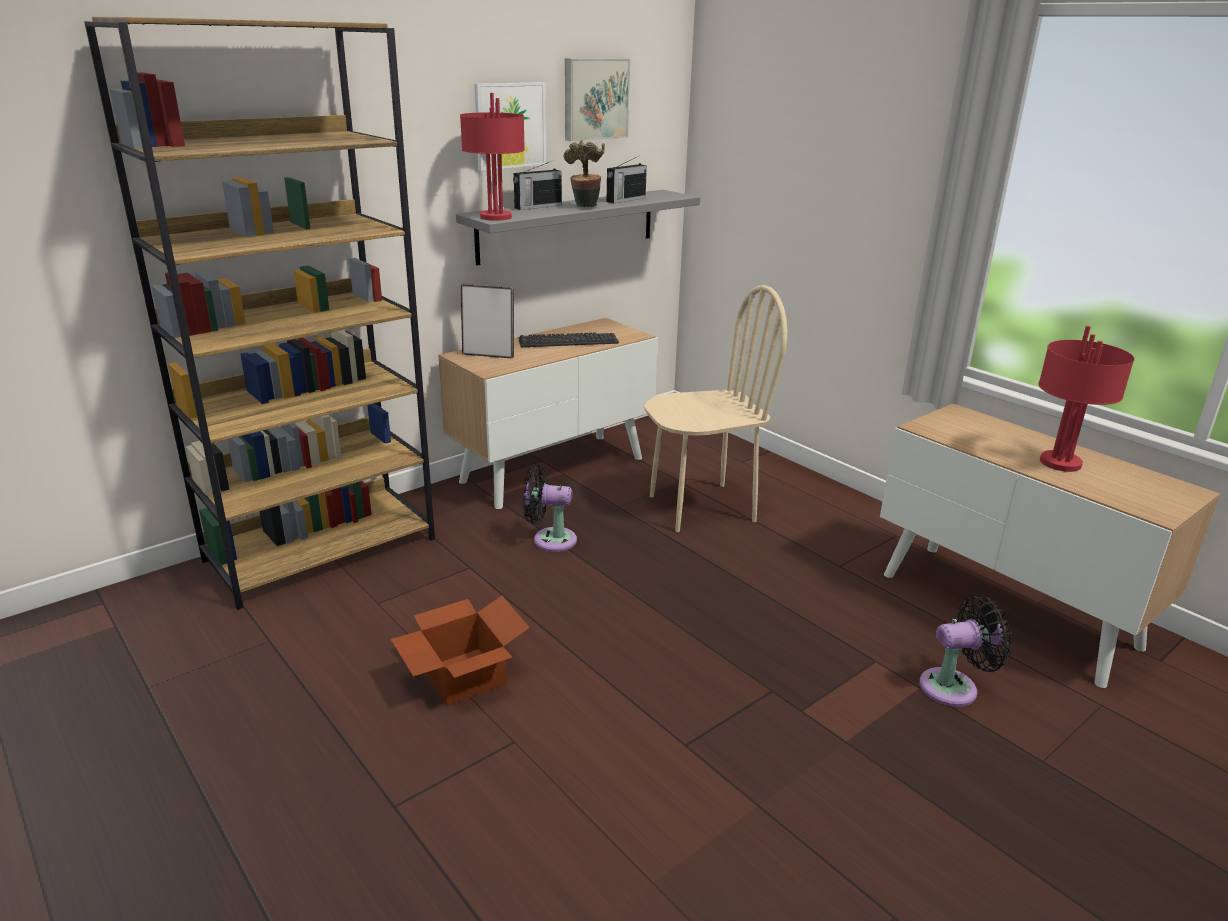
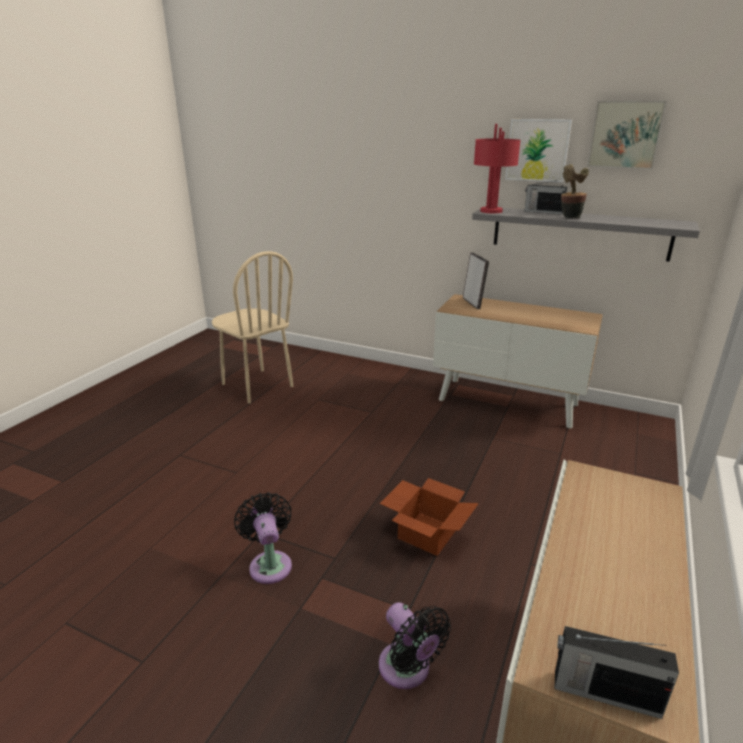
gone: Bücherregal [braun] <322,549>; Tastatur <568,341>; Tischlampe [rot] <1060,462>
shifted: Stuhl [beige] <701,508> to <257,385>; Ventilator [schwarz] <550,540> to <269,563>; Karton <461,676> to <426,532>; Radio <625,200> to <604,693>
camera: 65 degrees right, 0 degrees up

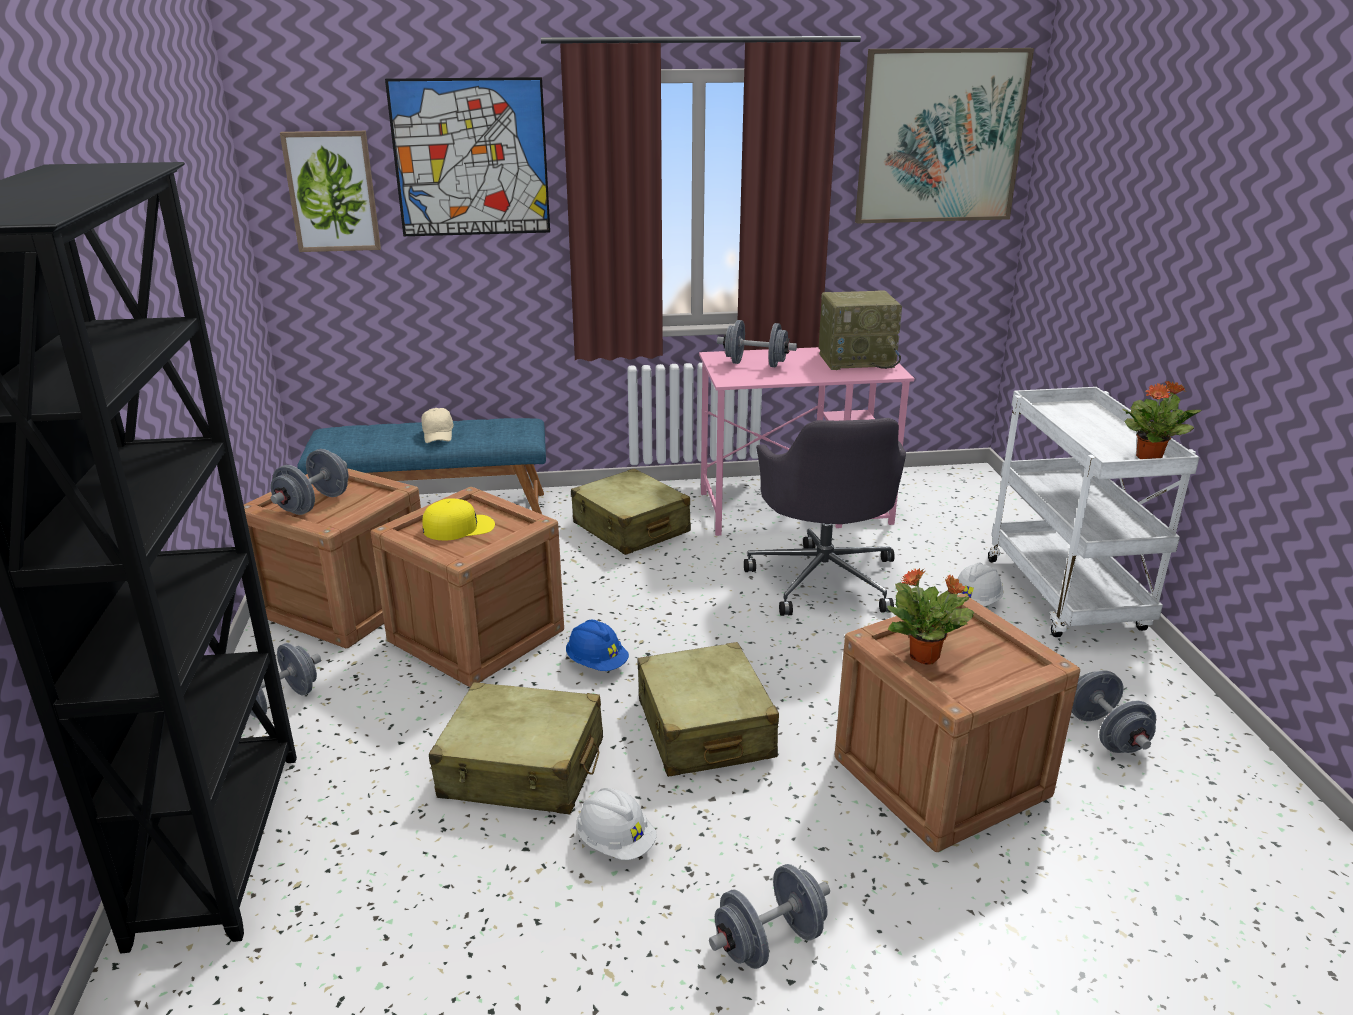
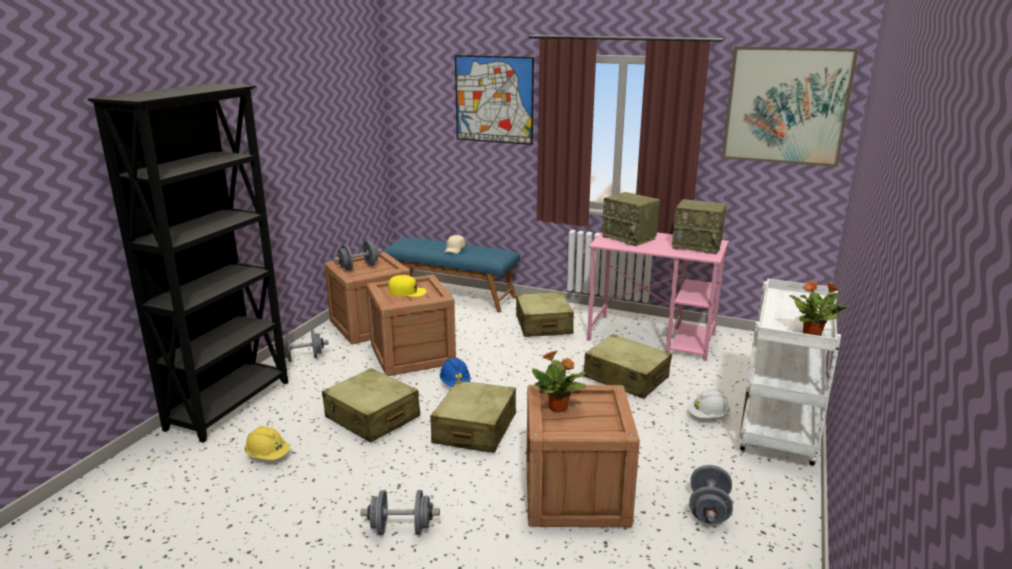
gone: Bild <332,191>; Schutzhelm [weiß] <615,842>
new: Schutzhelm [gelb] <268,456>
swapped: Bürostuhl [grau] <824,578> to Koffer [beige] <626,378>; Hantel [grau] <755,364> to Radio <630,238>
camera: 30 degrees right, 5 degrees down

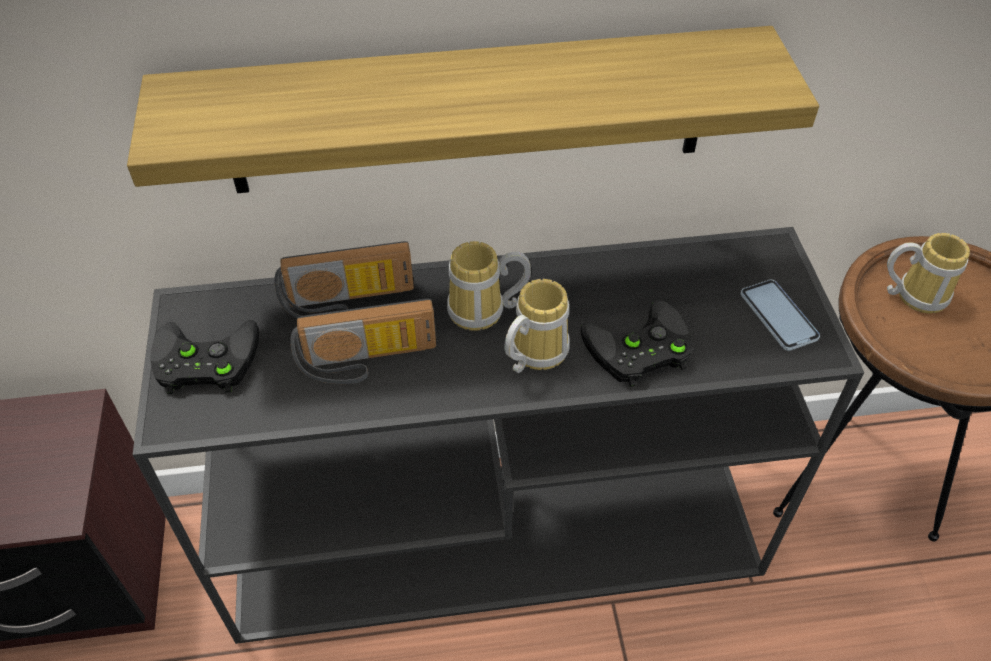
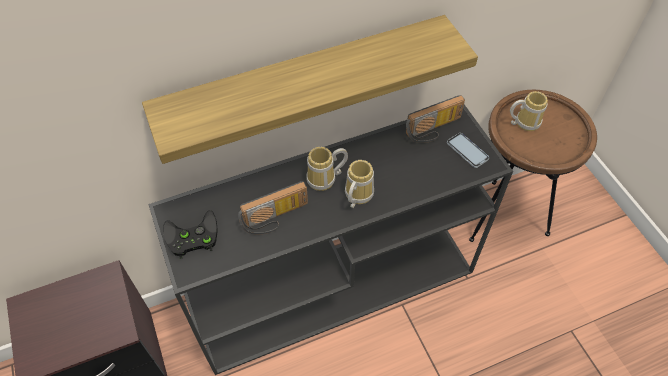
gone: Gamepad [schwarz] <637,351>
shifted: Radio <348,303> to <434,130>
camera: 15 degrees left, 5 degrees up

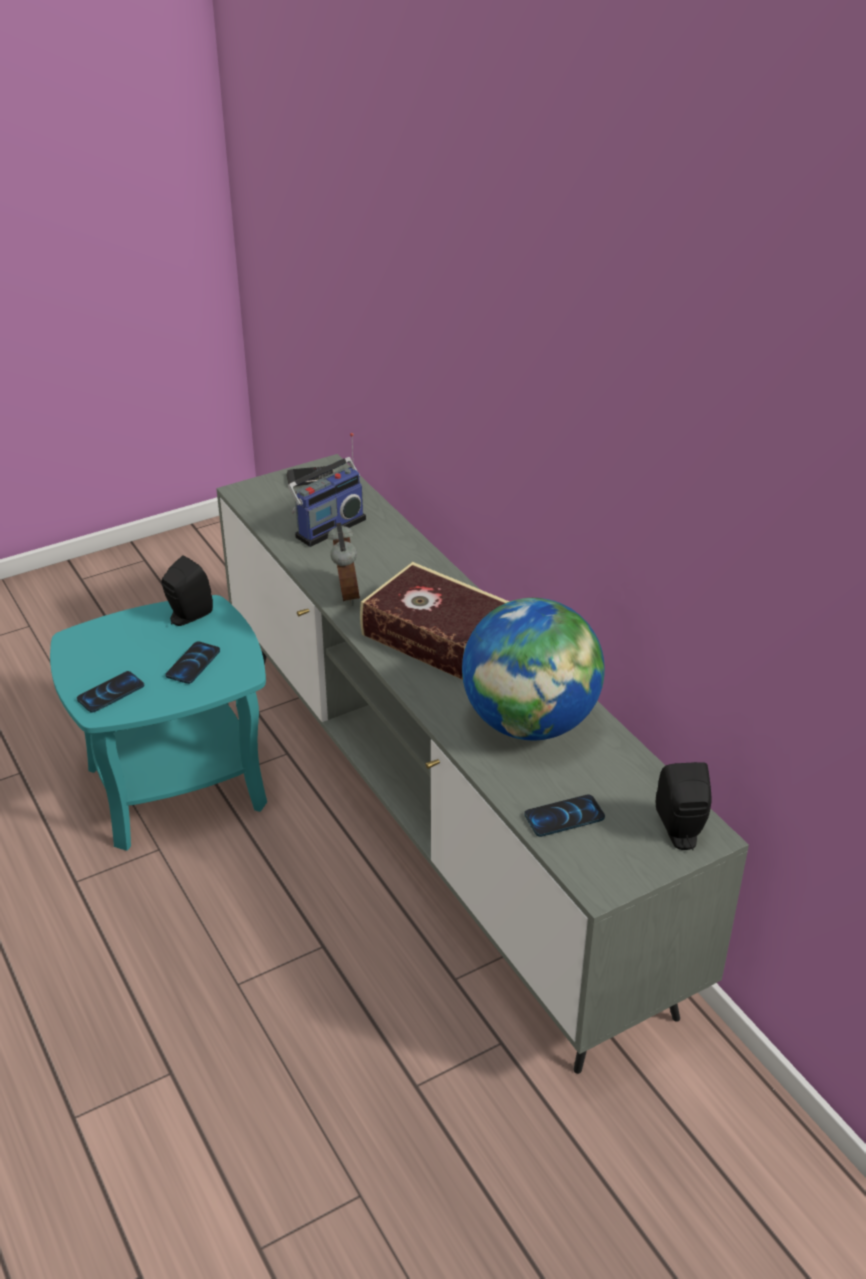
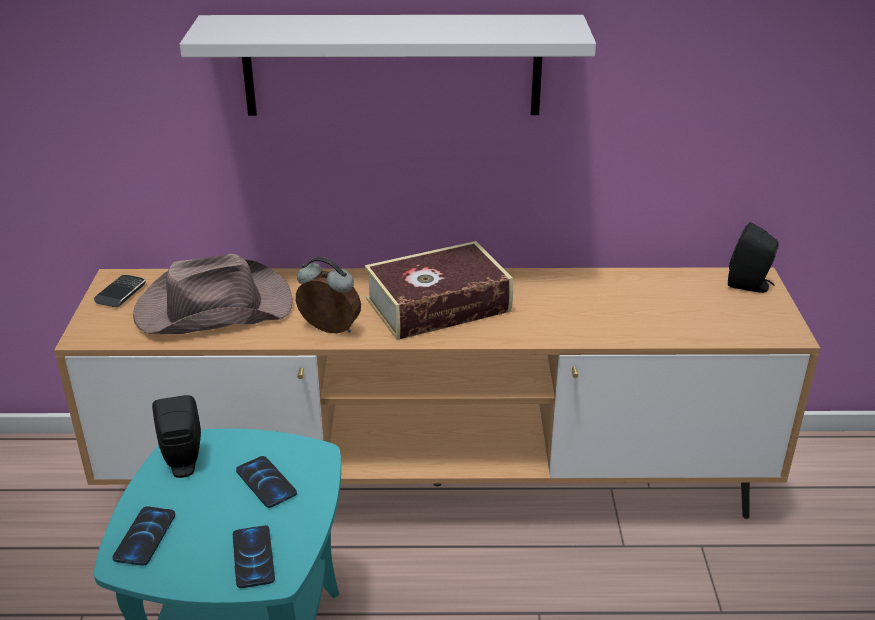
gone: Globus <530,723>
new: Wandregal [weiß] <392,65>
shifted: Handy <564,817> to <145,537>
swapped: Radio <328,527> to Hut [braun] <212,308>
repainted: Fernsehschrank [grau] <436,815> to Fernsehschrank [braun] <437,484>
camera: 60 degrees left, 5 degrees down

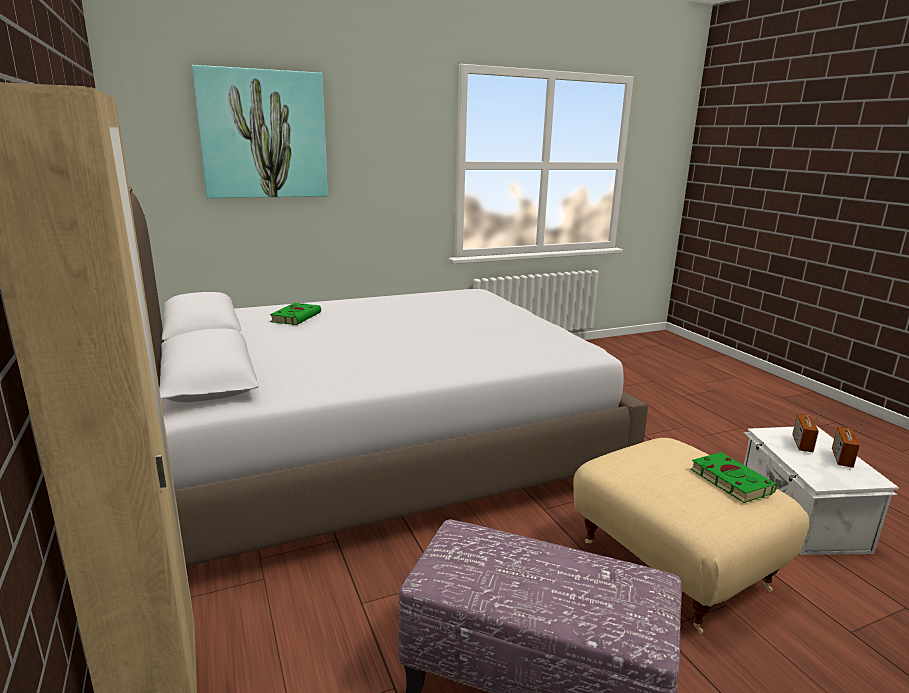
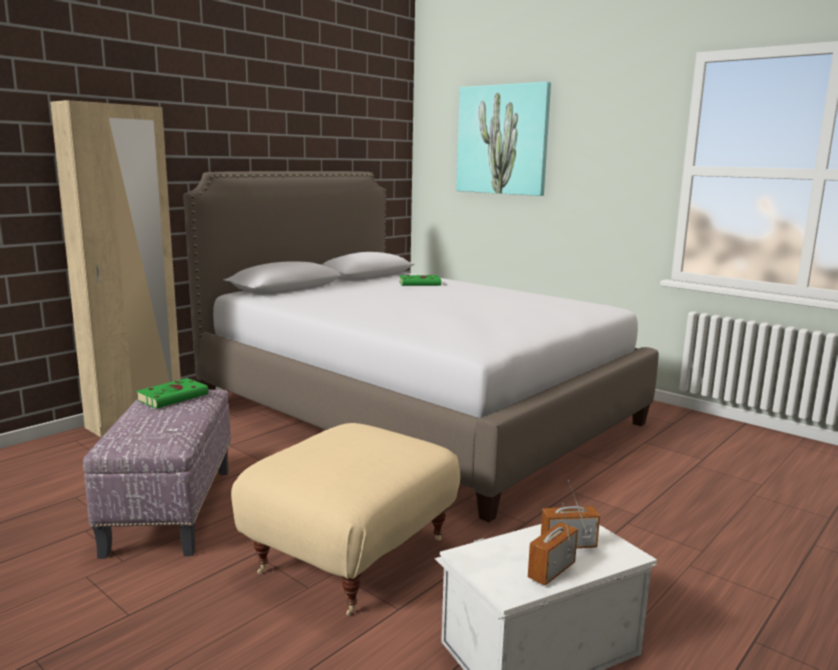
shifted: Buch [grün] <728,480> to <174,397>
rotated: Radio <841,458> = <551,571> 45 degrees counterclockwise
camera: 65 degrees right, 5 degrees down

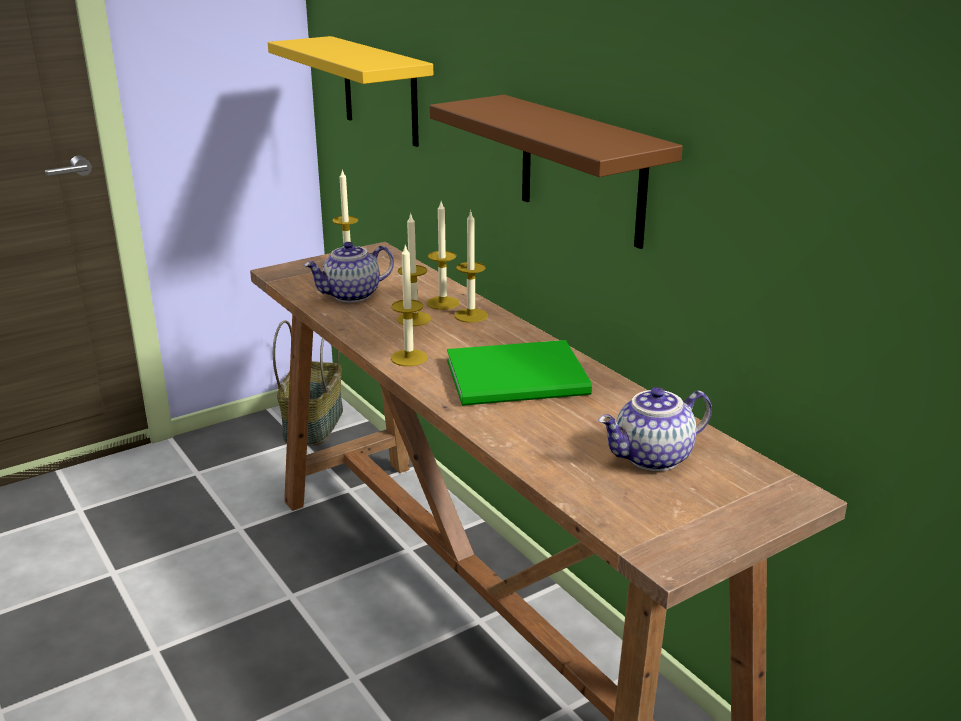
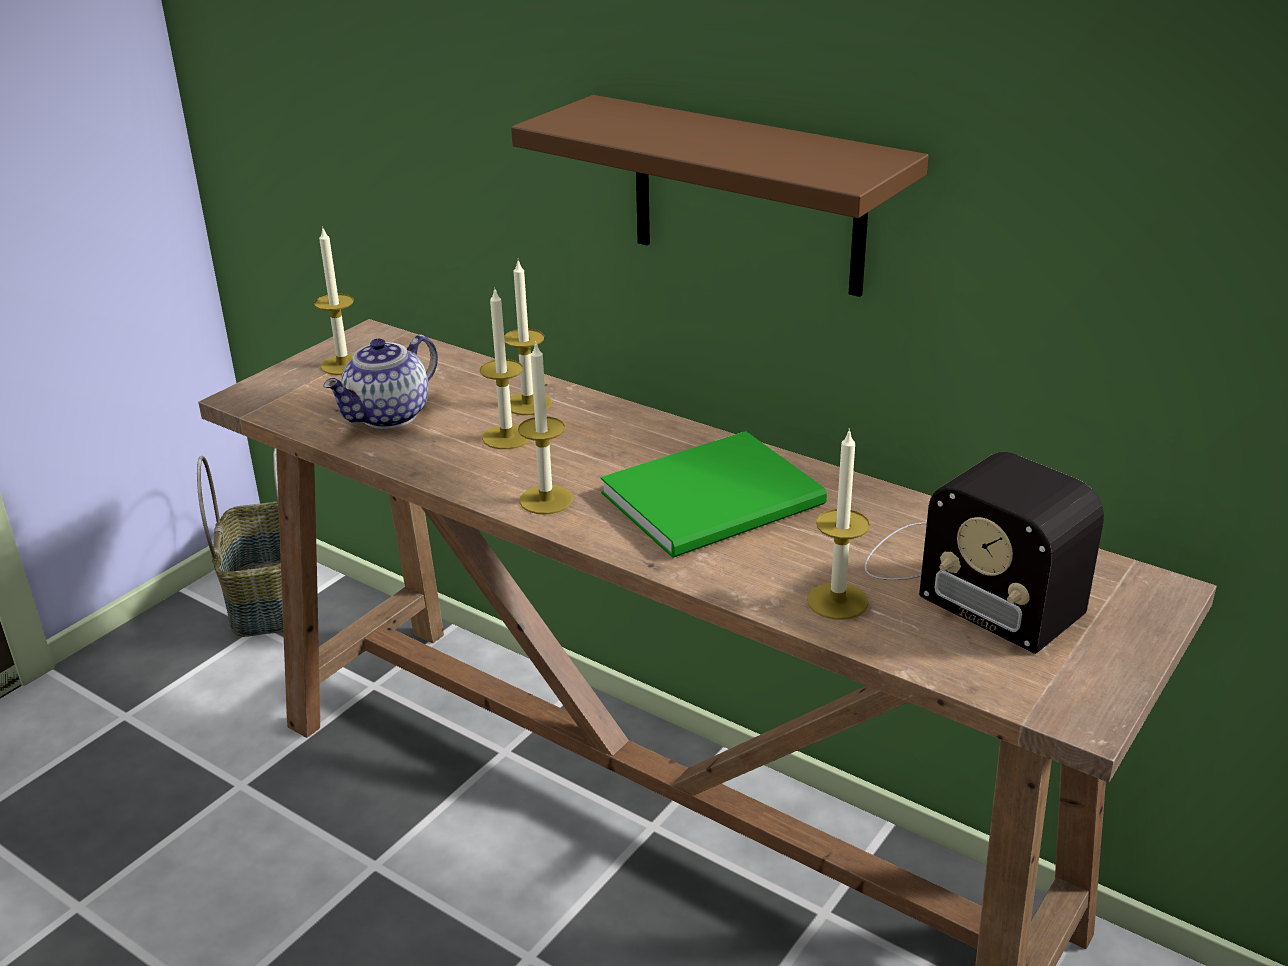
gone: Wandregal [gelb] <380,91>
shifted: Kerze <471,315> to <837,601>
swapped: Teekanne <653,458> to Radio <965,579>
camera: 20 degrees left, 5 degrees up

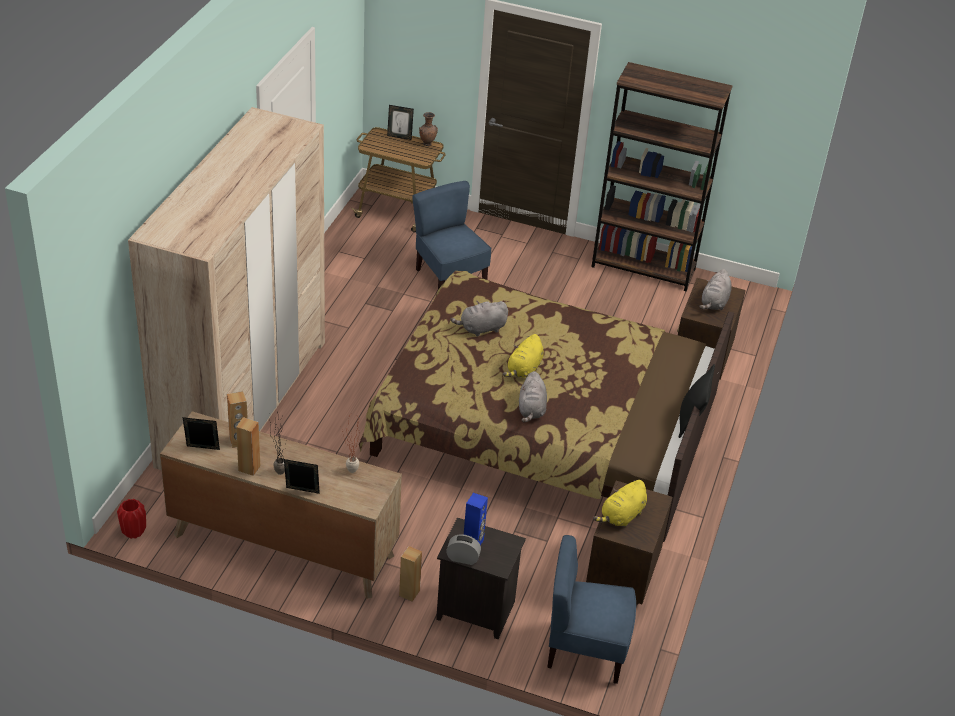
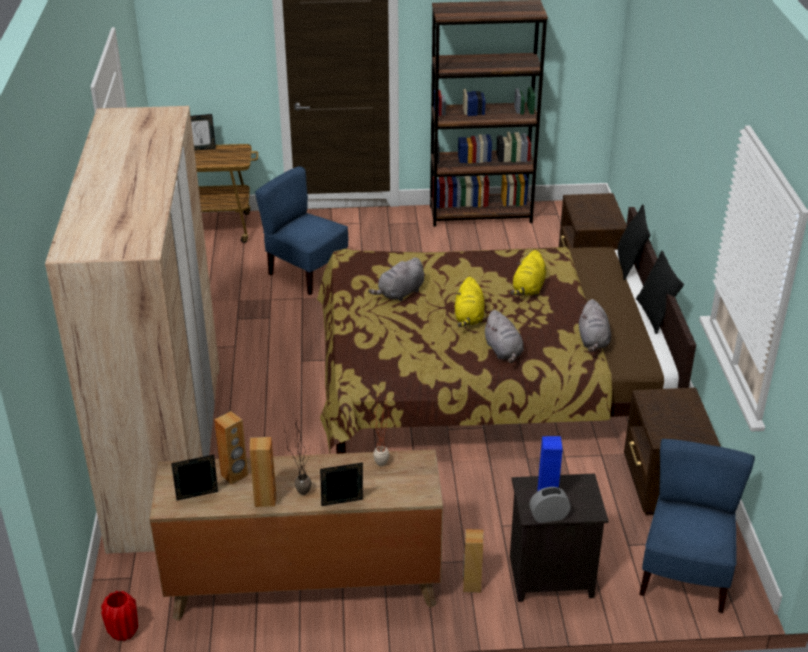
gone: Vase [braun] <427,143>
new: Kissen [schwarz] <629,265>
shifted: Plüschtier [gelb] <621,516> to <528,289>; Plüschtier [grau] <714,303> to <593,341>
rotated: Stuhl [blau] <585,650> = <684,575> 120 degrees clockwise
camera: 20 degrees left, 5 degrees down

